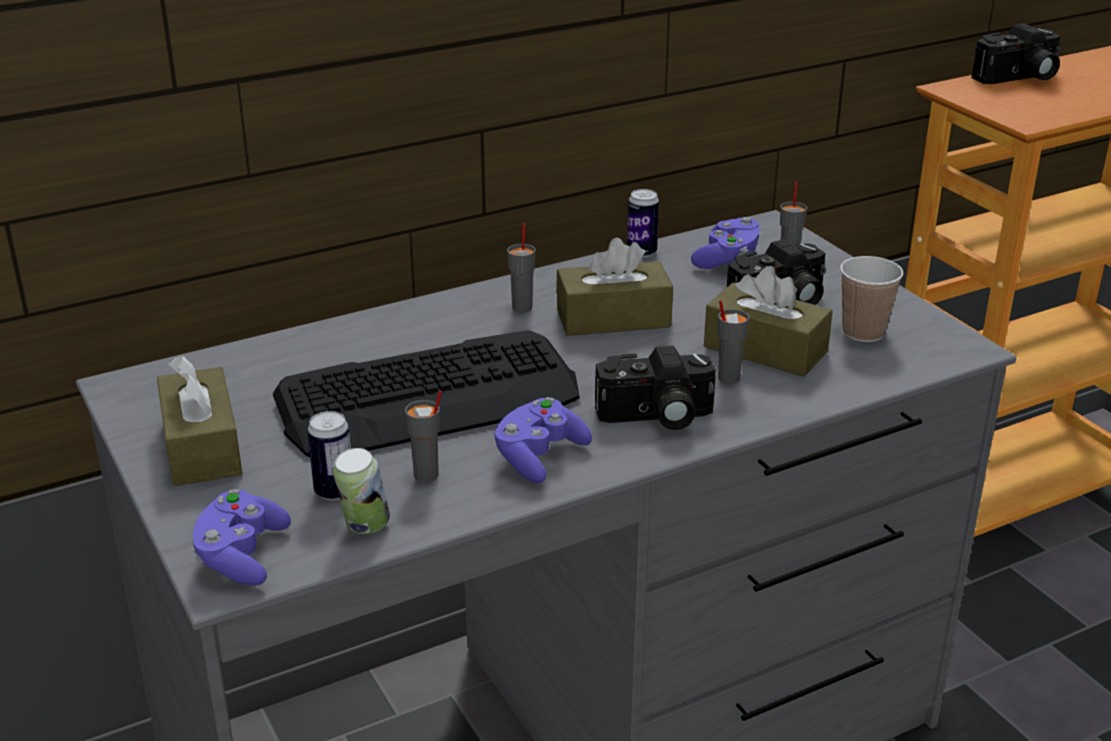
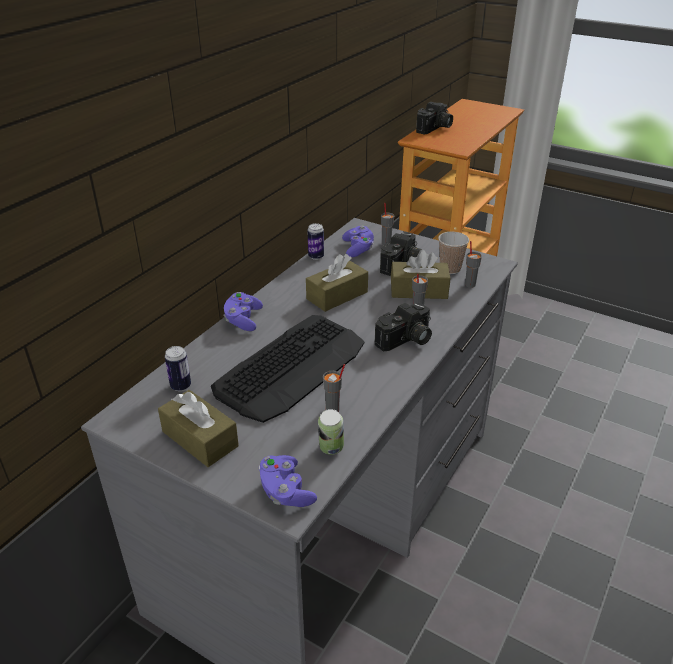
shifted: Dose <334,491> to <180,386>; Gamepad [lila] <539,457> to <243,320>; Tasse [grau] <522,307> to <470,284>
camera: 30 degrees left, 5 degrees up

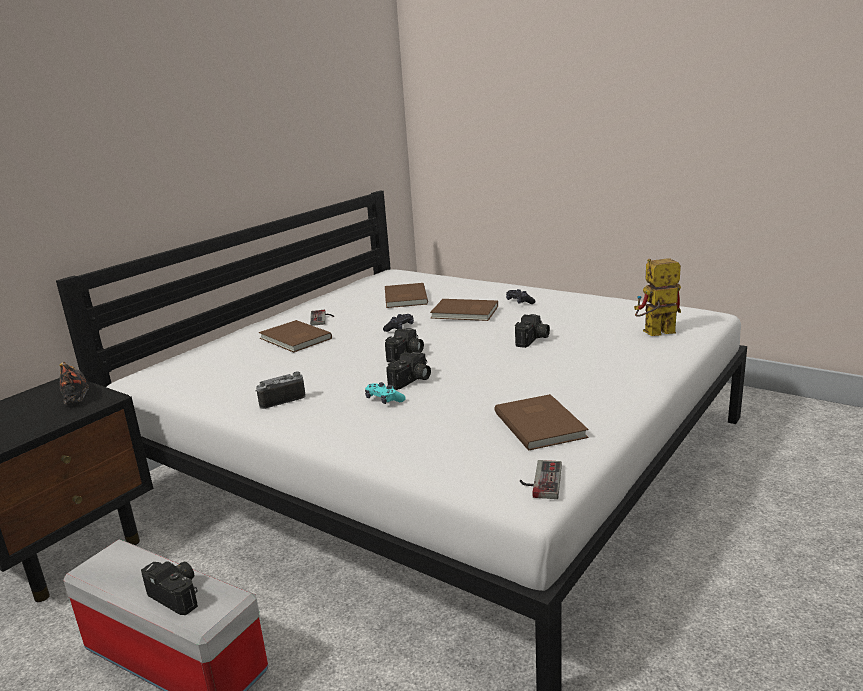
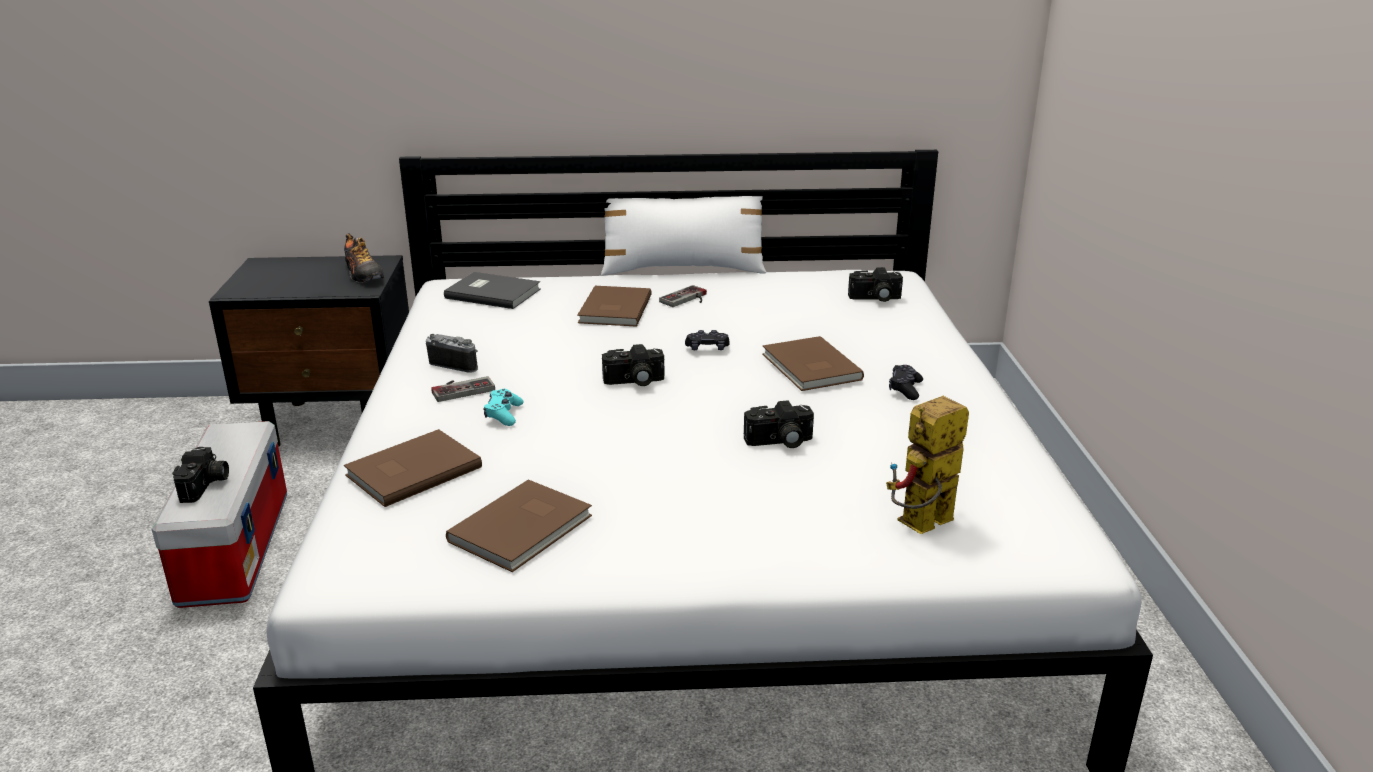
new: Buch [grau] <493,292>; Kissen [weiß] <683,269>
shifted: Buch [braun] <404,298> to <410,470>; Gamepad <539,481> to <461,388>; Kamera <412,381> to <875,298>
rotated: Schuh <74,394> = <363,275> 120 degrees clockwise; Spielzeugroboter <654,334> = <921,527> 75 degrees counterclockwise
camera: 50 degrees right, 5 degrees up

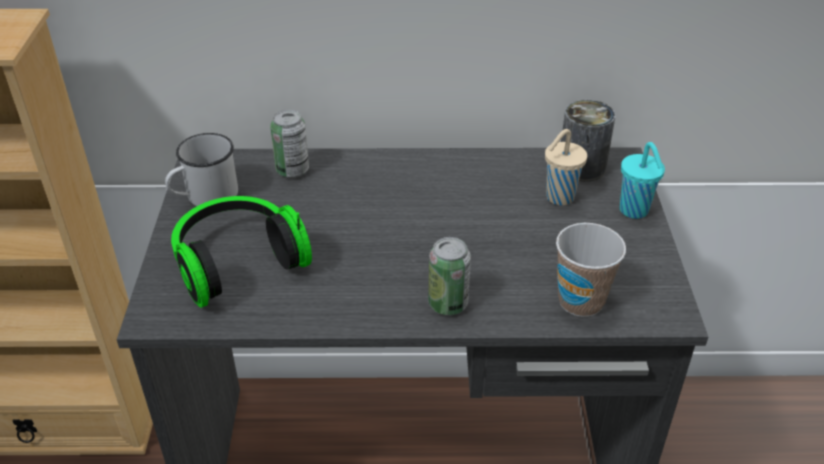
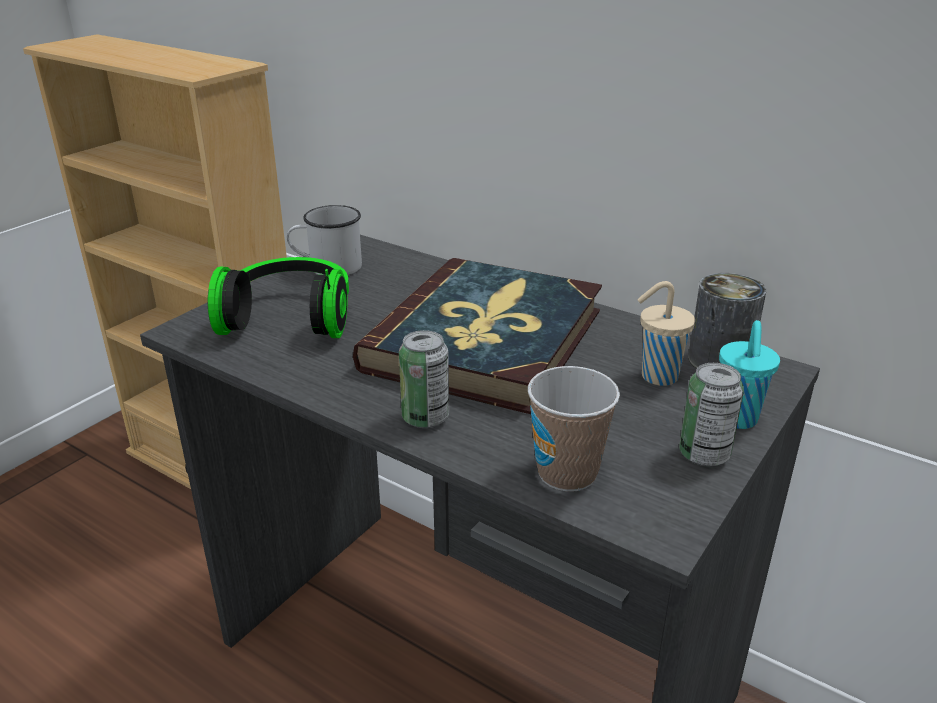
new: Buch <487,340>
shifted: Dose <292,170> to <704,454>
camera: 35 degrees right, 10 degrees down

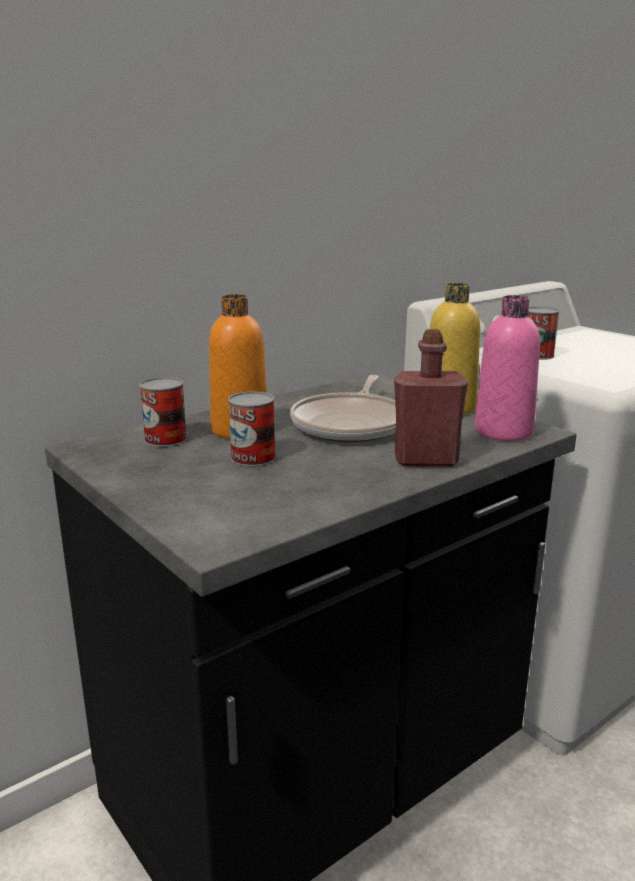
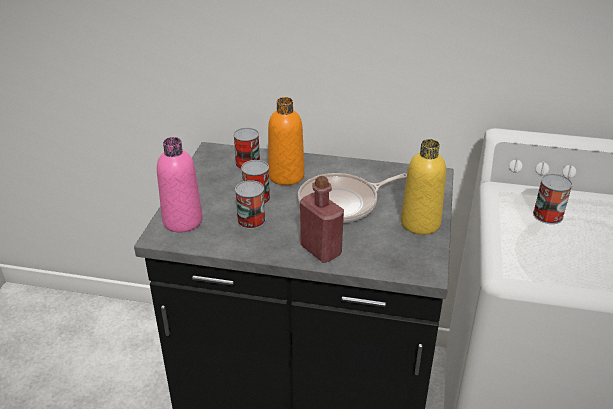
new: Dose <251,220>
shifted: Flasche [rosa] <503,432> to <182,221>
camera: 50 degrees right, 15 degrees up

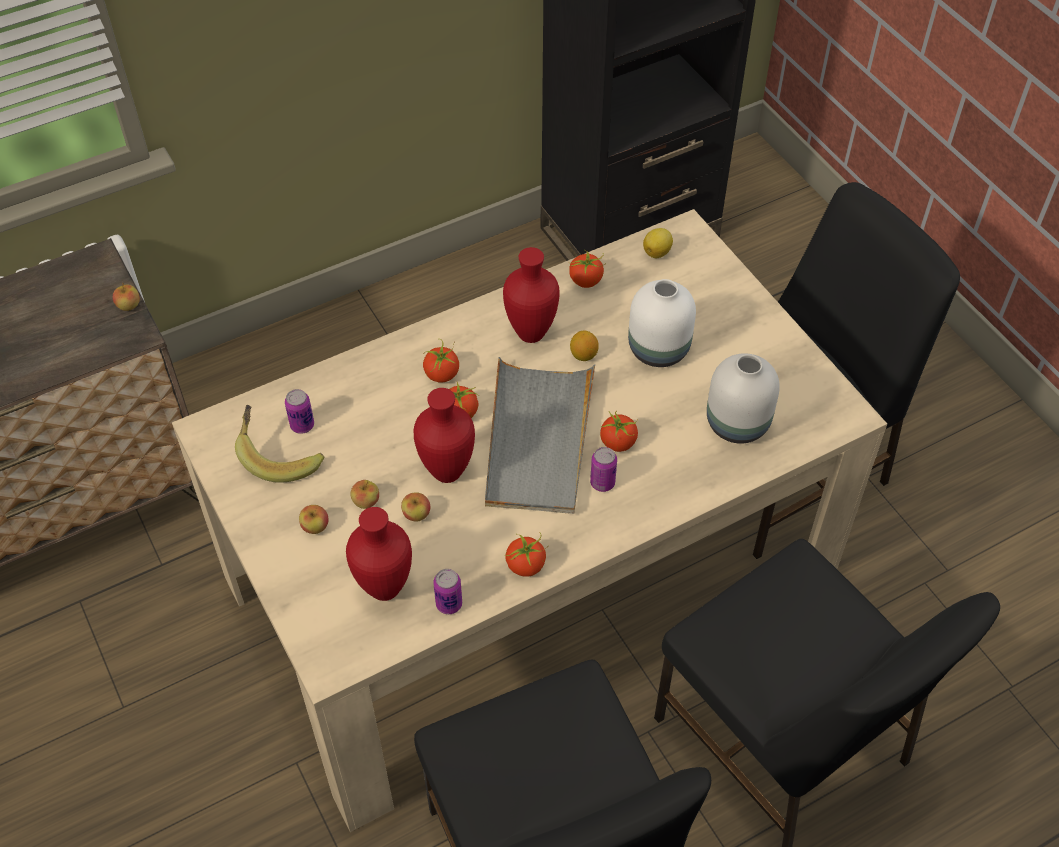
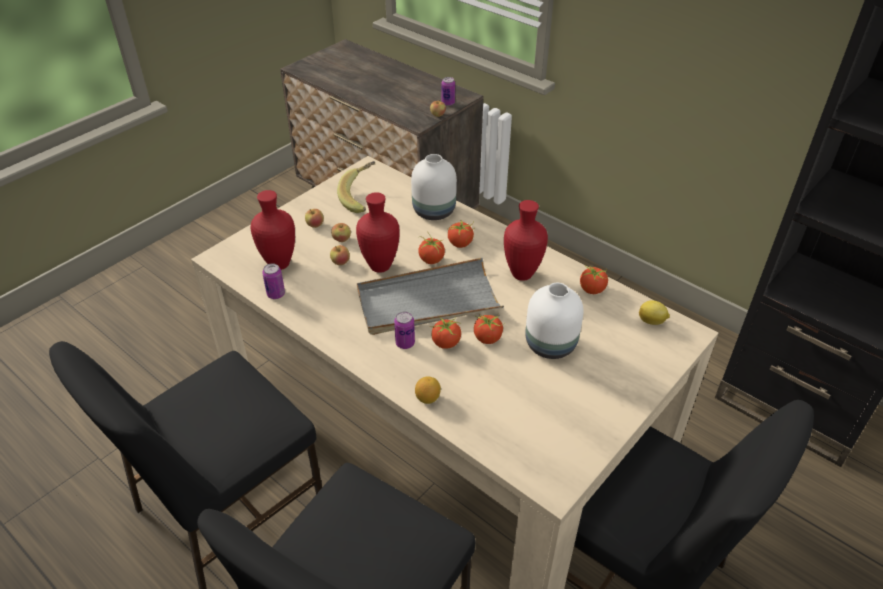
shifted: Vase [weiß] <736,422> to <435,211>; Zitrone <583,355> to <427,398>; Dose <302,425> to <448,103>; Tomate <526,565> to <488,338>
camera: 70 degrees right, 10 degrees down

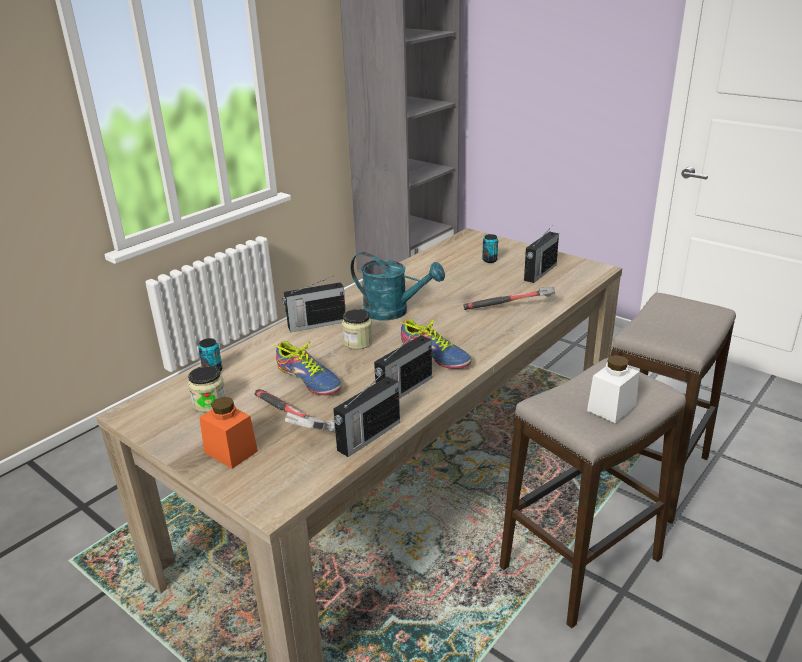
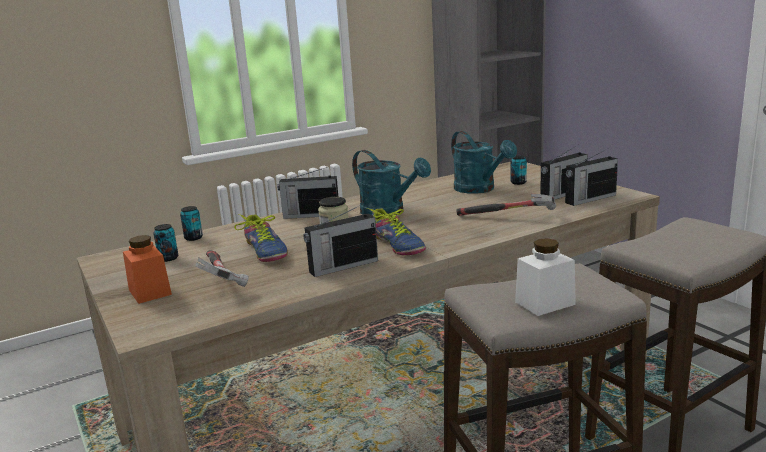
new: Gießkanne [türkis] <479,189>
shifted: Radio <368,436> to <589,199>
swapped: Vorratsglas <209,403> to Dose <168,258>
camera: 20 degrees right, 10 degrees down

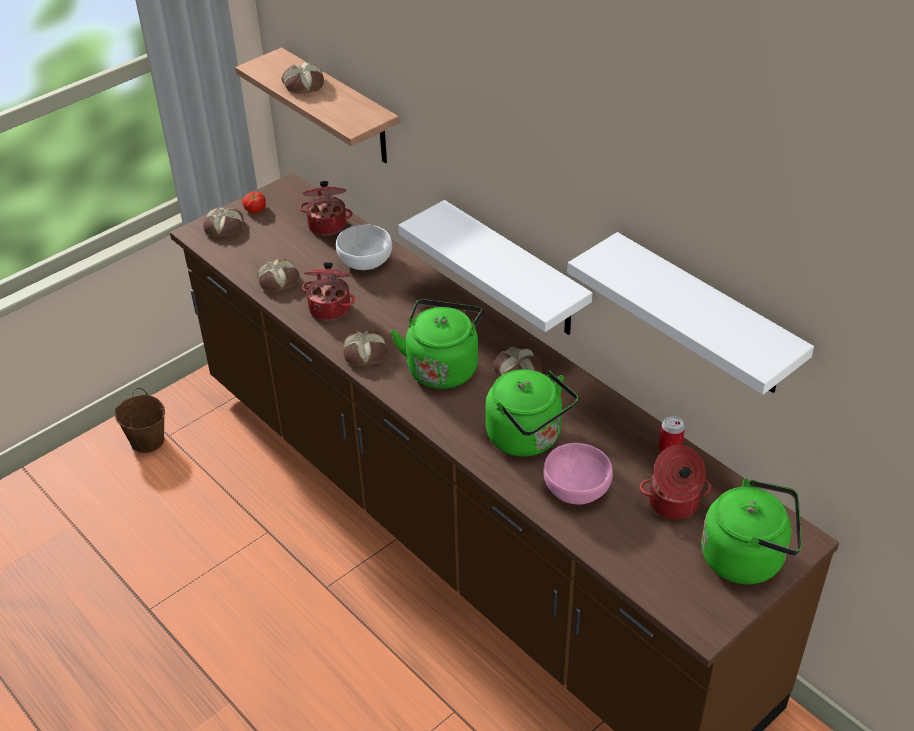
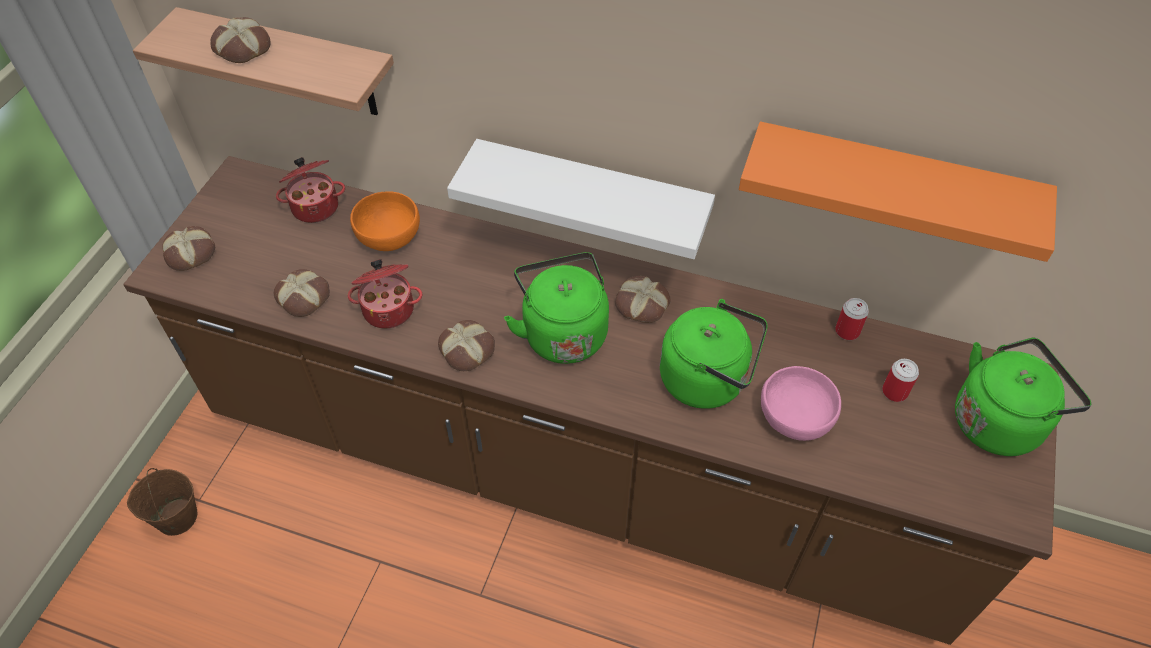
gone: Tomate <255,209>
swapped: Kochtopf <673,503> to Dose <894,391>
repainted: Schüssel [weiß] <364,261> to Schüssel [orange] <389,236>; Wandregal [weiß] <705,316> to Wandregal [orange] <891,186>
camera: 30 degrees left, 10 degrees up

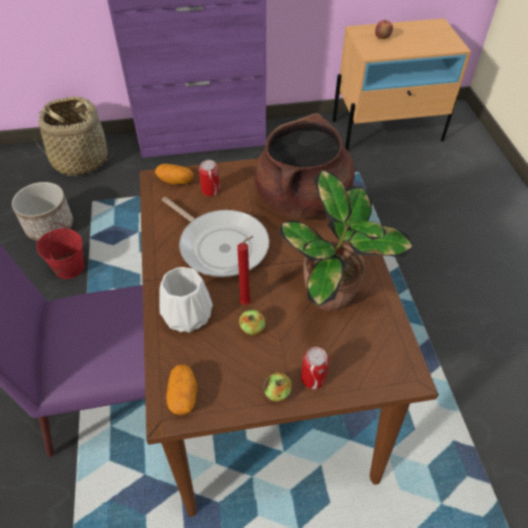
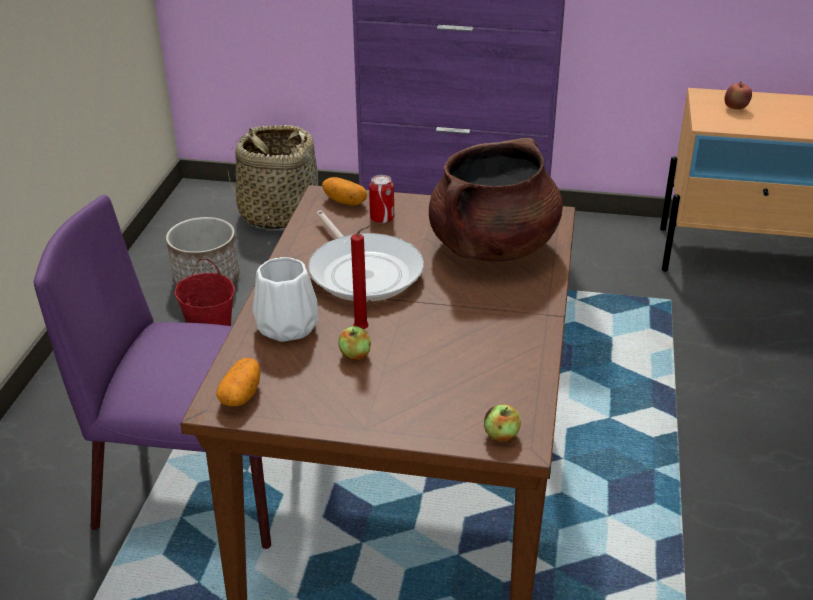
gone: Topfpflanze <332,296>; Dose <313,379>
shifted: Apfel <277,393> to <501,435>
camera: 20 degrees right, 15 degrees down

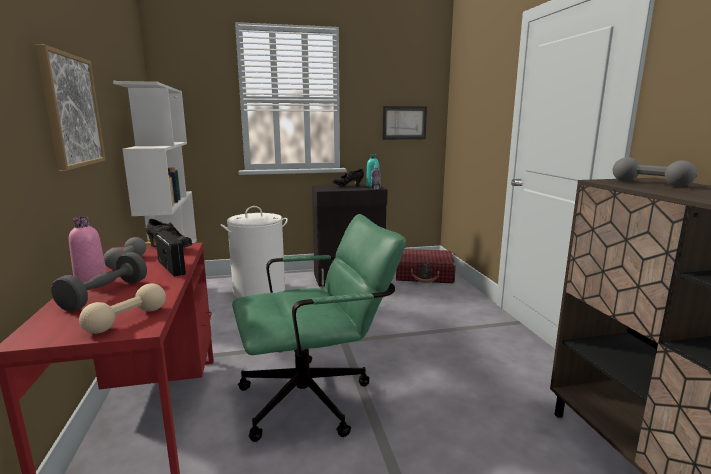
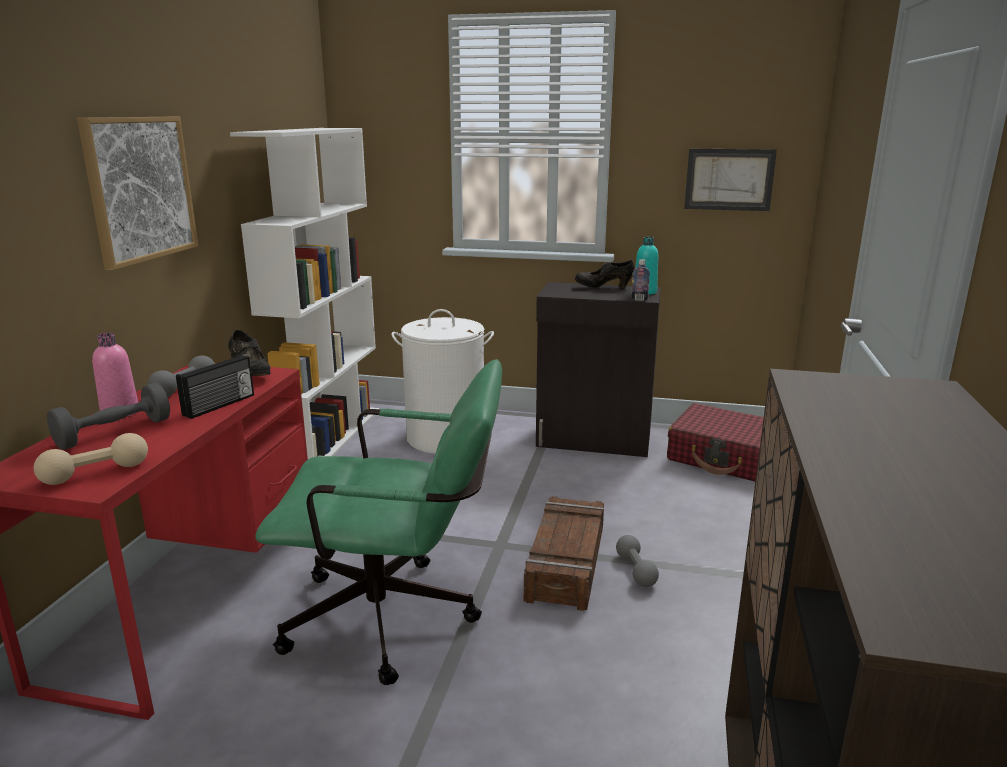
new: Kiste <567,563>
shifted: Hantel [grau] <650,183> to <635,570>
rotated: Radio <172,267> = <220,405> 45 degrees clockwise
camera: 25 degrees right, 5 degrees up

